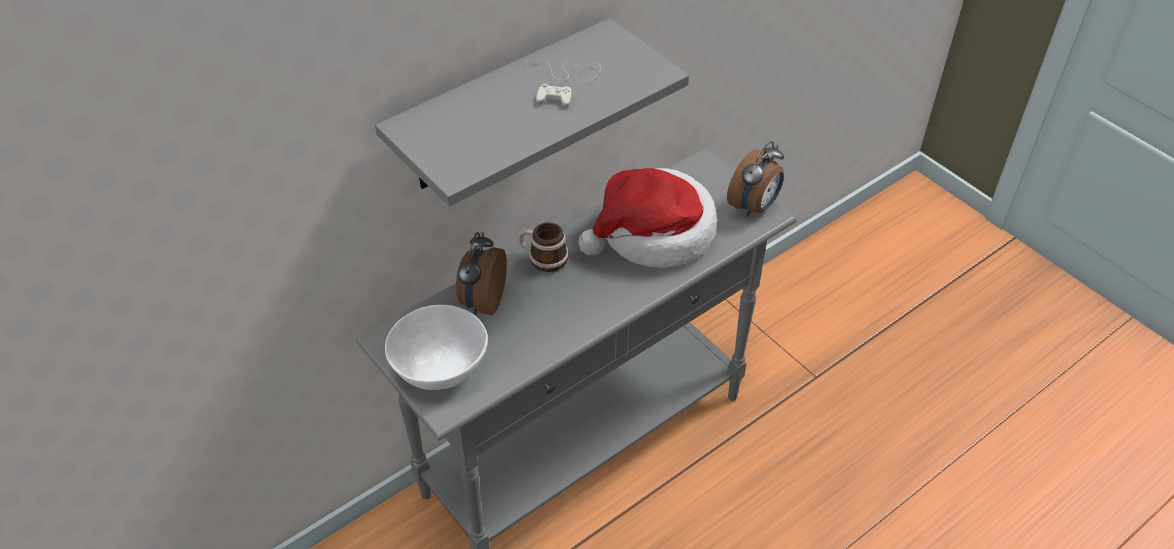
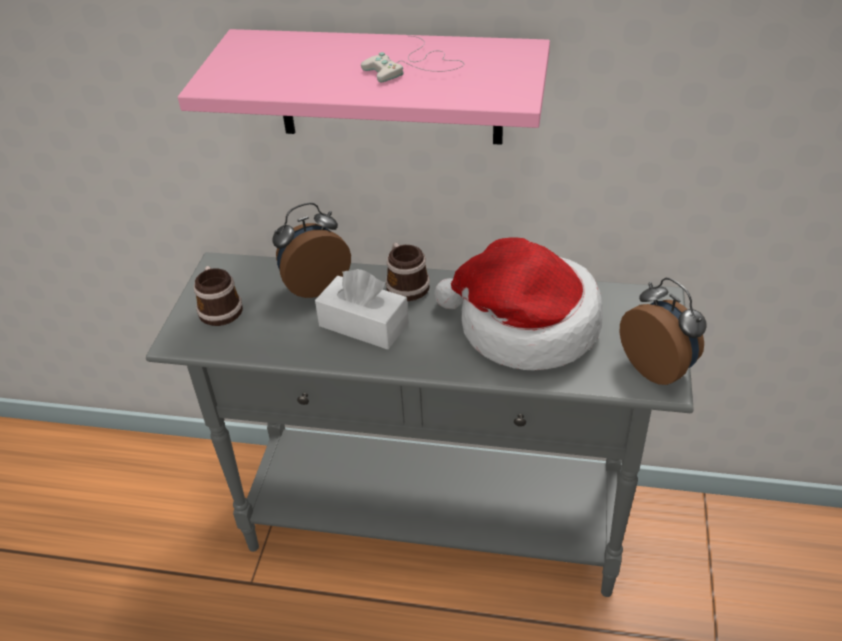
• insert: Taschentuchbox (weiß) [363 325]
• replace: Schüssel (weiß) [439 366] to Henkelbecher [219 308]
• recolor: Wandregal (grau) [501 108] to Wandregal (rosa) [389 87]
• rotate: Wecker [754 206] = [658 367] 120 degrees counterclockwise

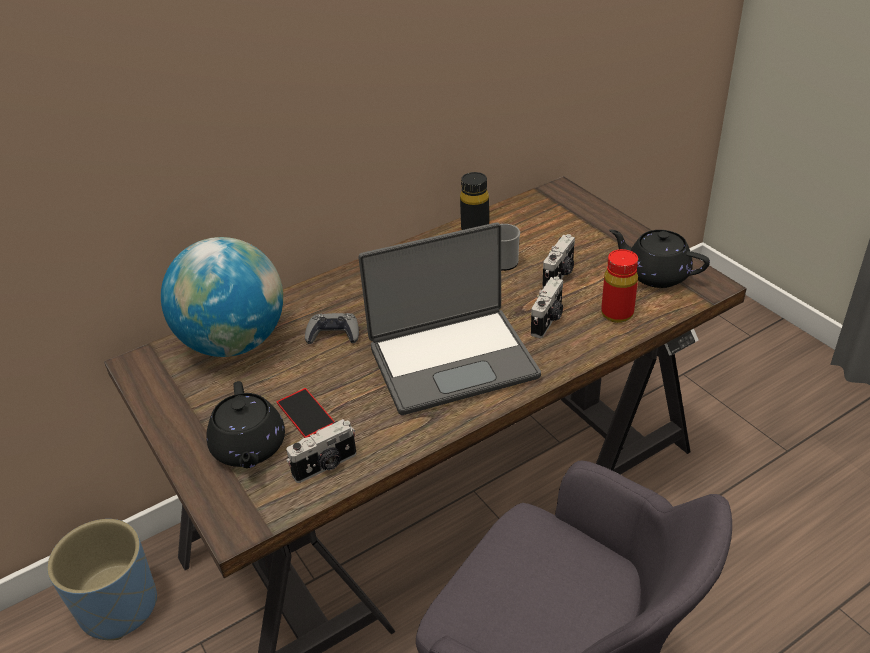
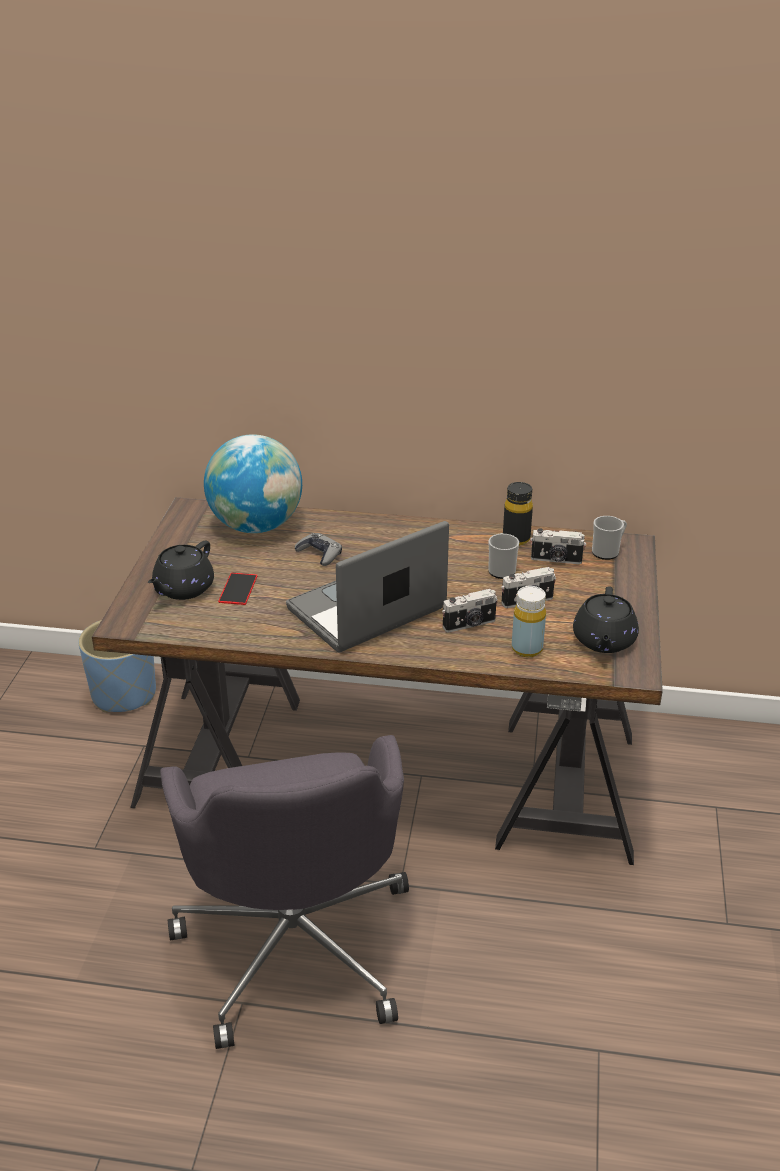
• insert: Henkelbecher [608 551]
• move: Kamera [326 466] to [556 560]
• recolor: Flasche (rot) [617 314] to Flasche (gelb) [527 649]
• rotate: Laptop [452 360] = [367 611] 120 degrees clockwise
• rotate: Teekanne (schwarz) [655 274] = [603 641] 150 degrees counterclockwise

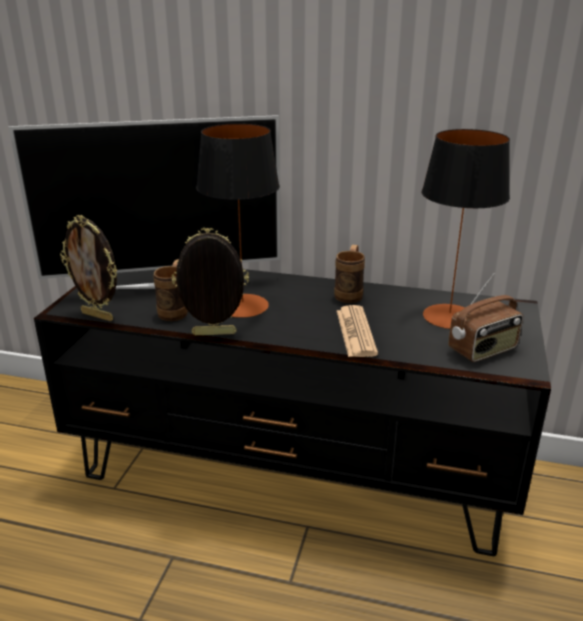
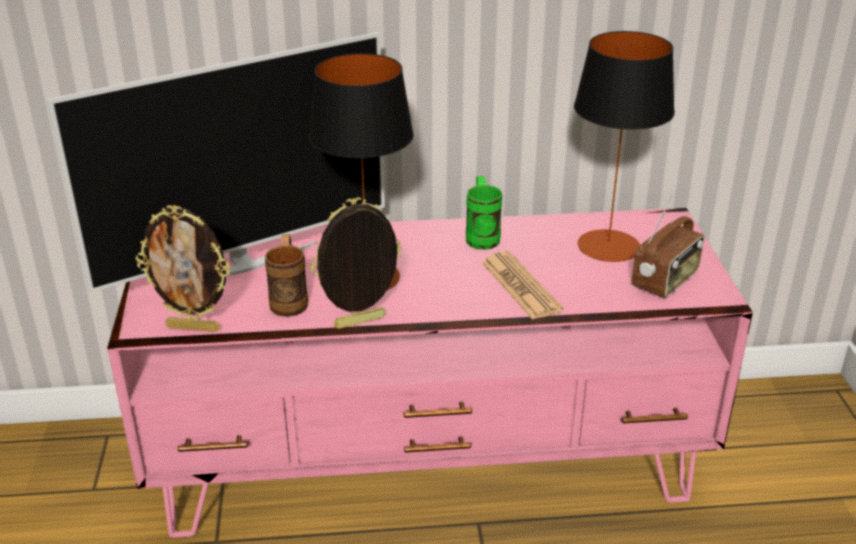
• recolor: Fernsehschrank (schwarz) [292 473] to Fernsehschrank (rosa) [429 465]
• recolor: Henkelbecher (braun) [350 293] to Henkelbecher (grün) [482 236]

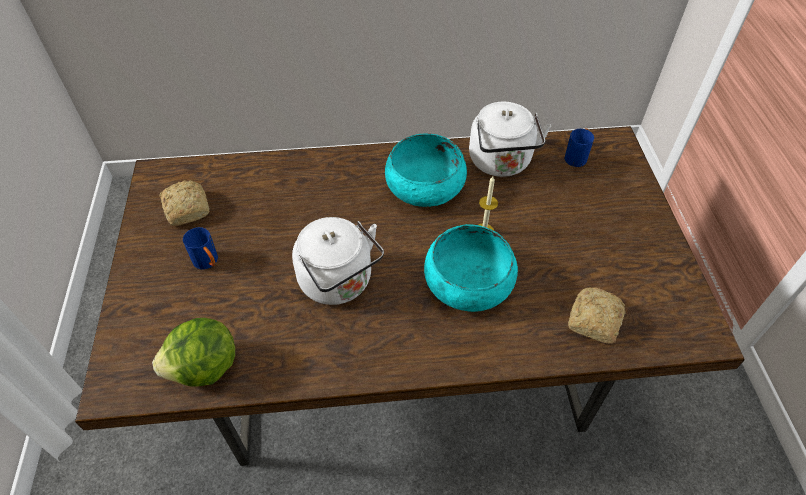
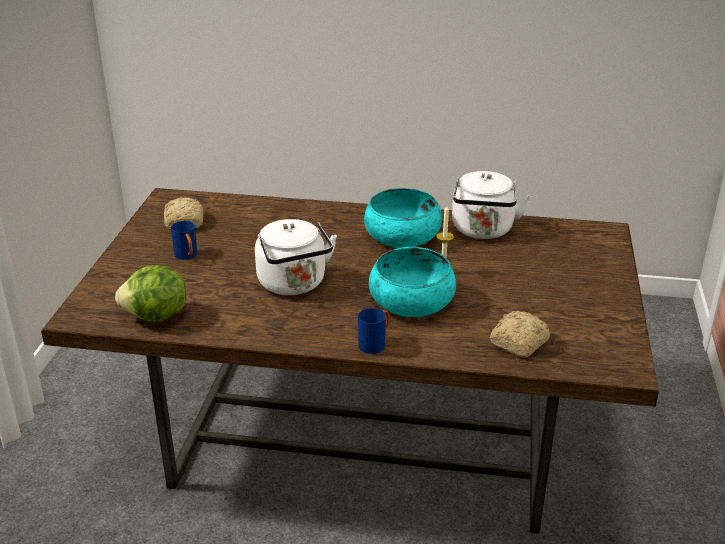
• move: Henkelbecher (blau) [576 156] to [375 343]

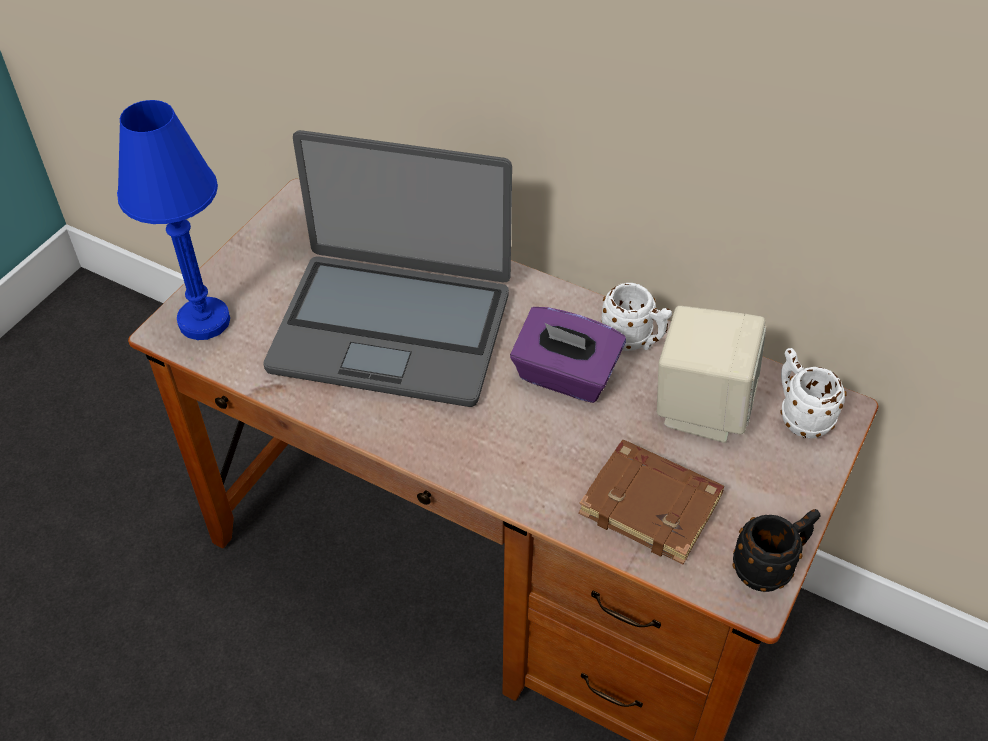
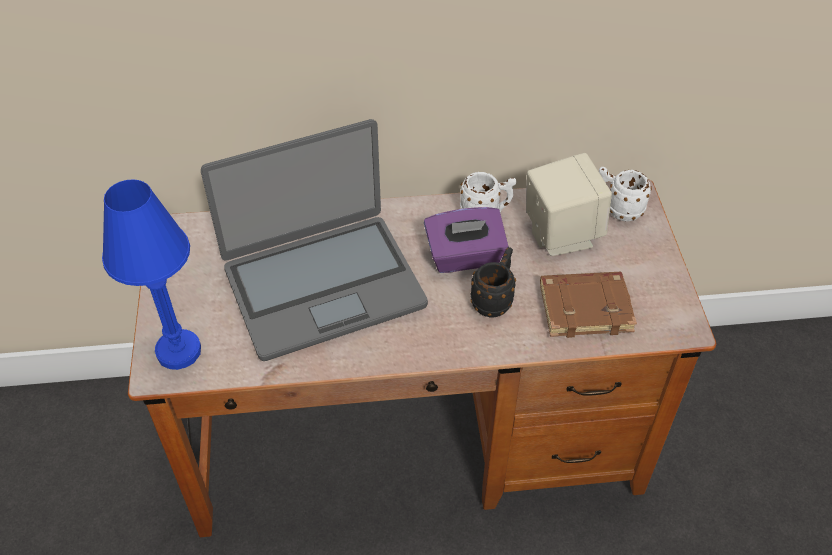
• move: Henkelbecher (schwarz) [769 567] to [494 300]

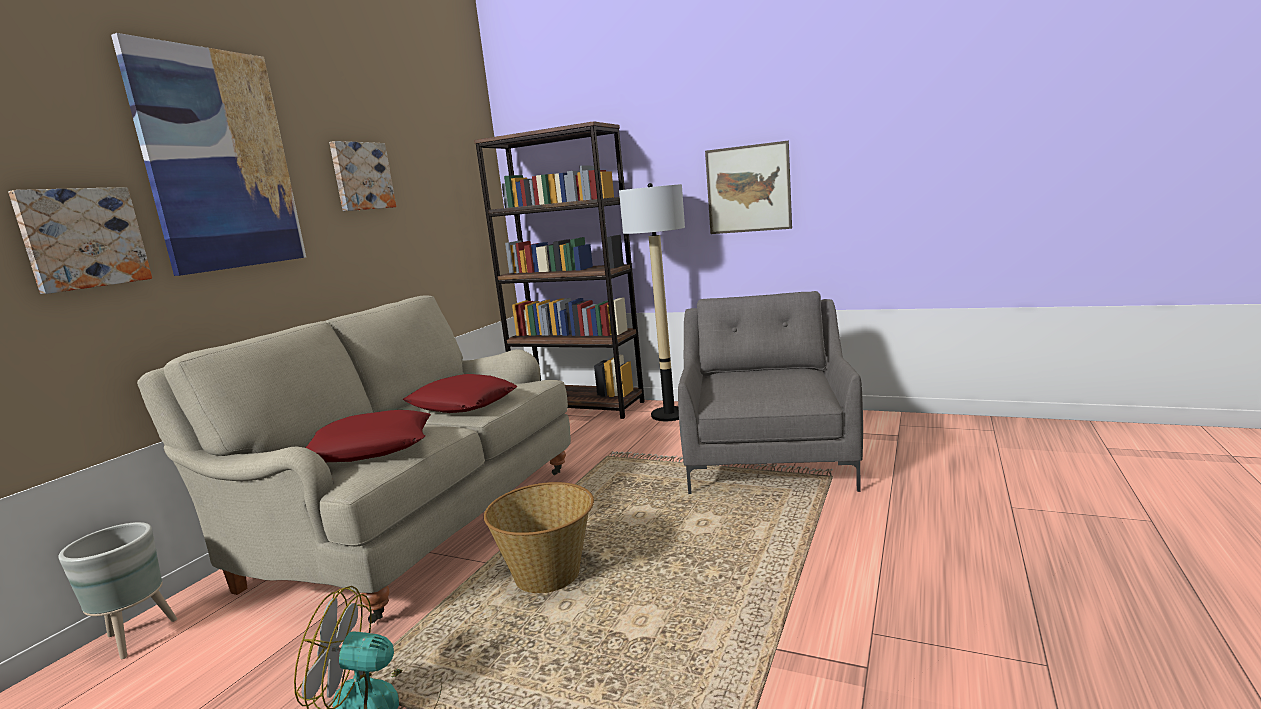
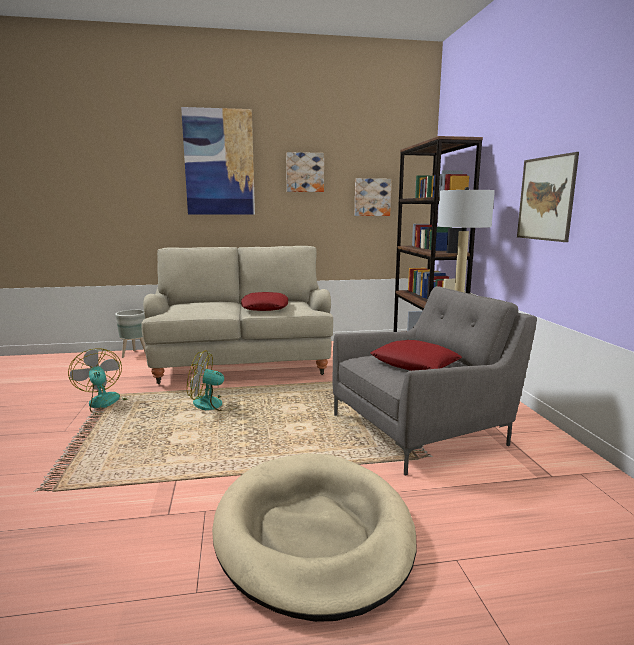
• insert: Hundebett (beige) [313 534]
• move: Bild [82 238] to [372 197]
• move: Kissen (rot) [371 447] to [415 363]
• replace: Korb [548 575] to Ventilator [215 405]

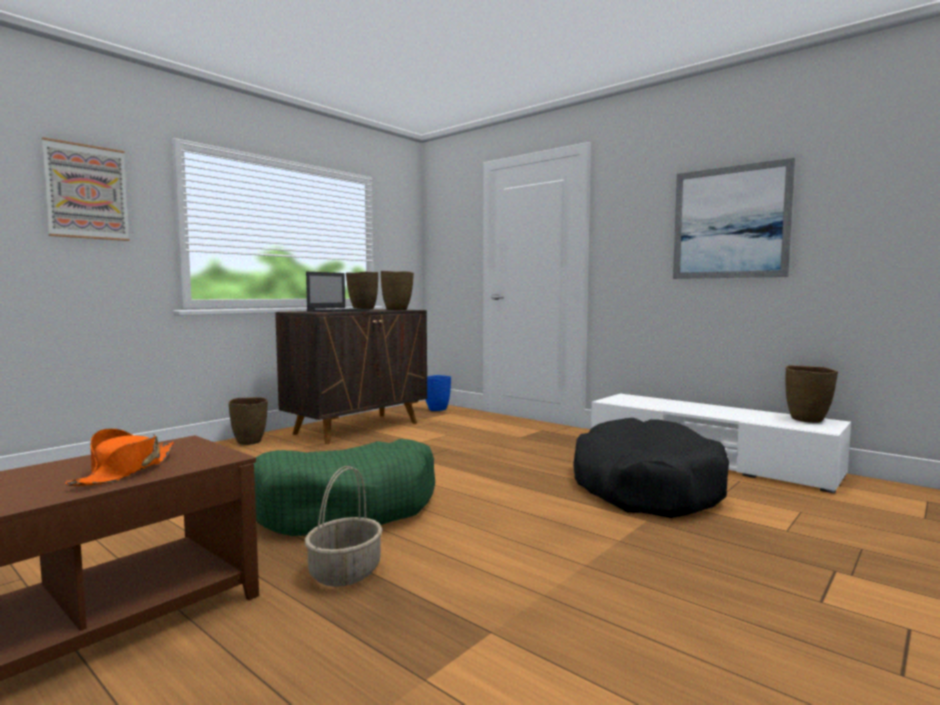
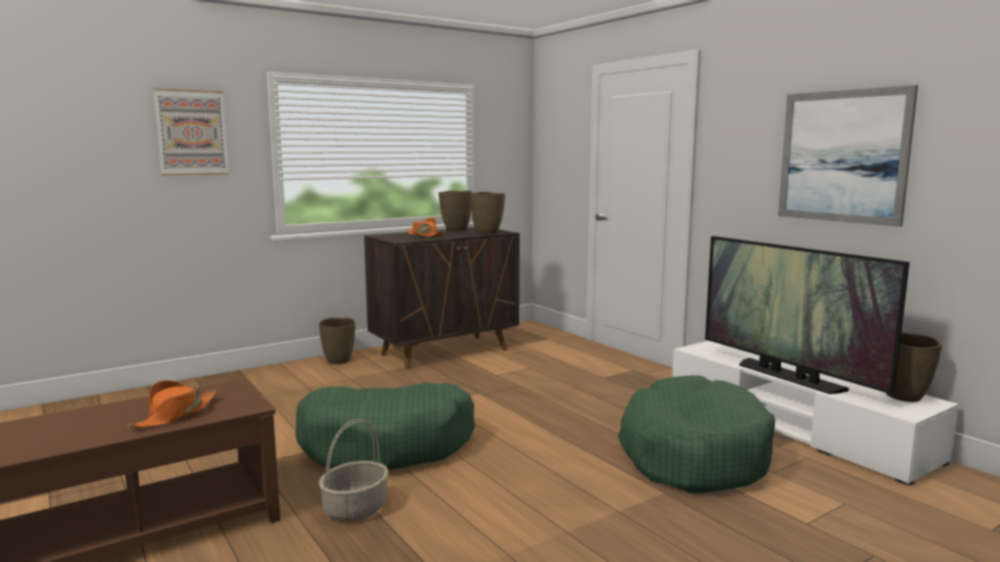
• delete: Vase (blau) [437 409]
• insert: Fernseher [788 377]
• replace: Laptop [338 311] to Hut (orange) [424 235]
• recolor: Hundebett (schwarz) [645 487] to Hundebett (grün) [692 454]

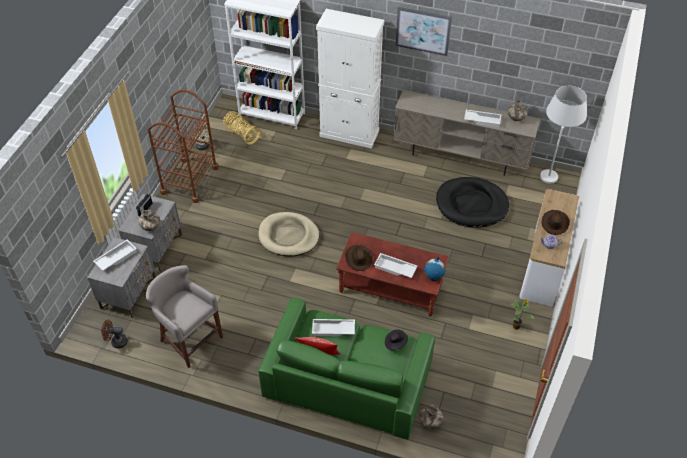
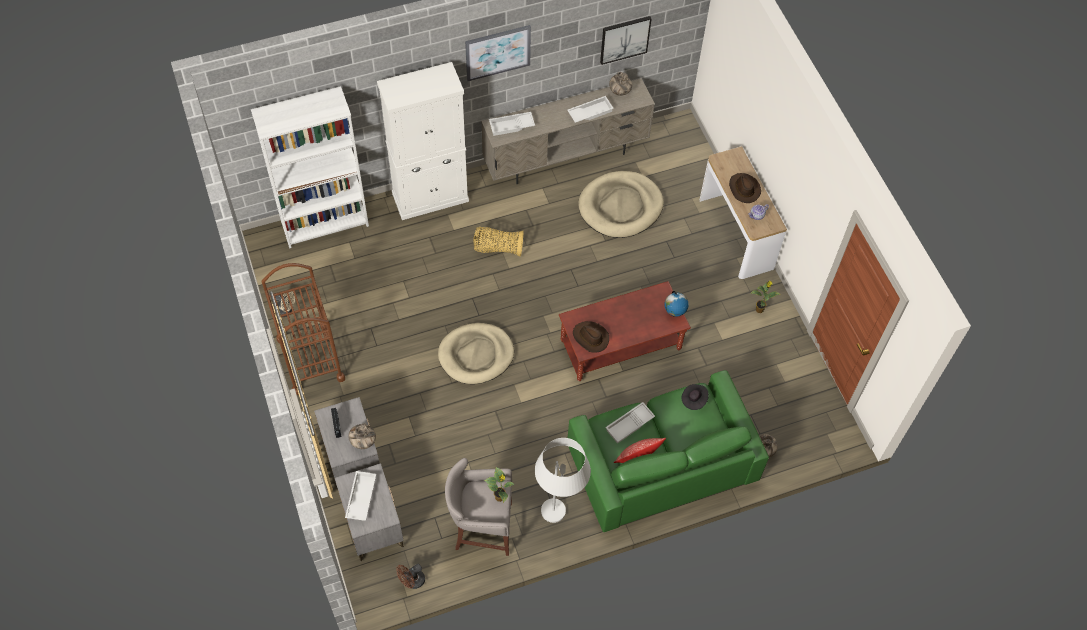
• insert: Topfpflanze [500 497]
• insert: Bild [624 39]
• move: Korb [241 134] to [497 248]
• move: Tablett (weiß) [394 268] to [511 126]
• move: Stehlampe (weiß) [547 184] to [558 523]
• recolor: Hundebett (schwarz) [471 205] to Hundebett (beige) [620 206]

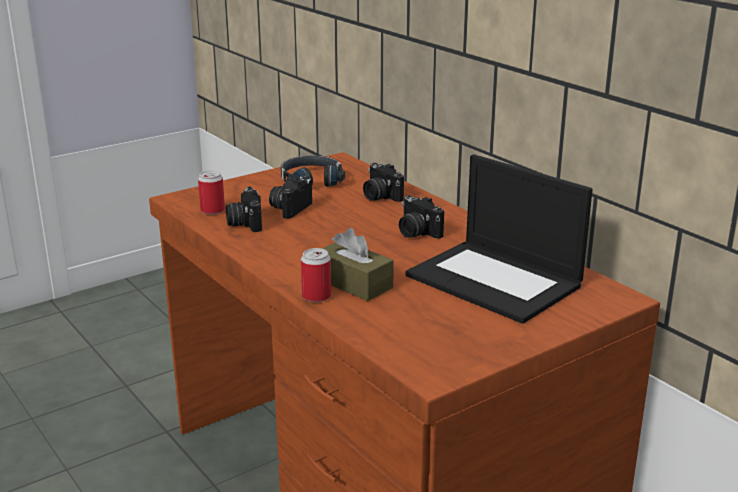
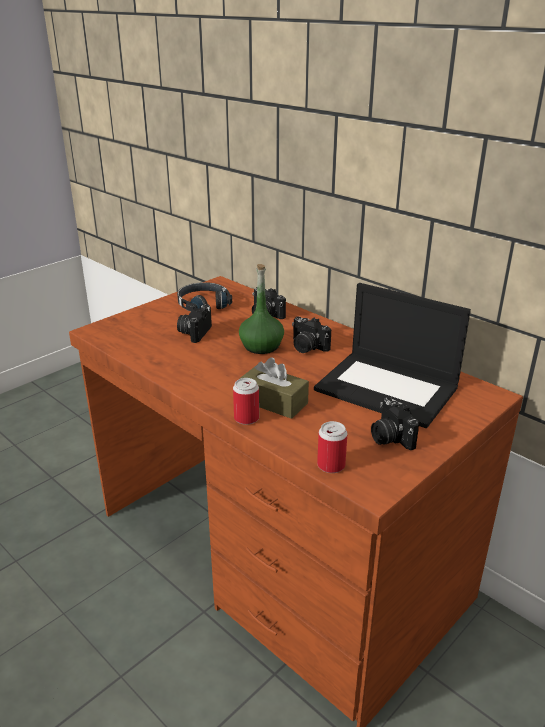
• insert: Flasche (grün) [261 346]
• move: Dose [212 210] to [331 465]
• move: Kamera [244 223] to [389 437]

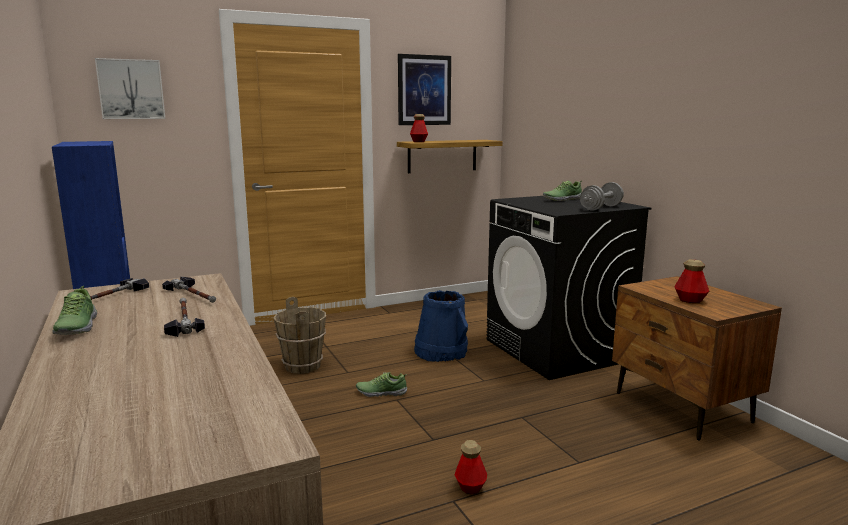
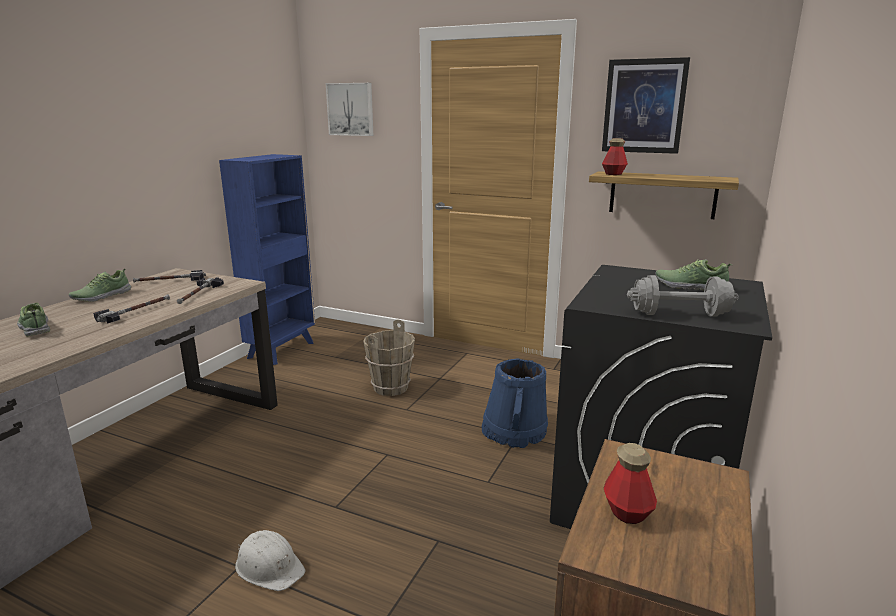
• move: Schuh [381 392] to [36 327]
• replace: Flasche [470 487] to Schutzhelm (weiß) [269 566]

